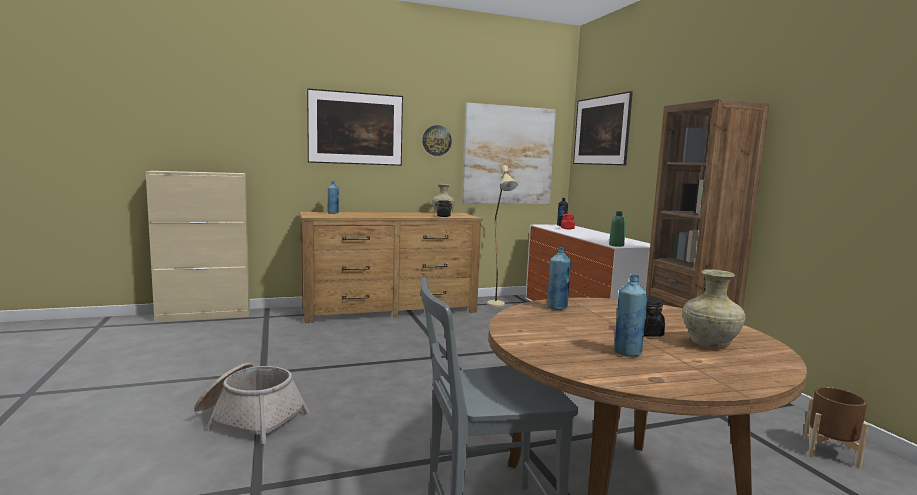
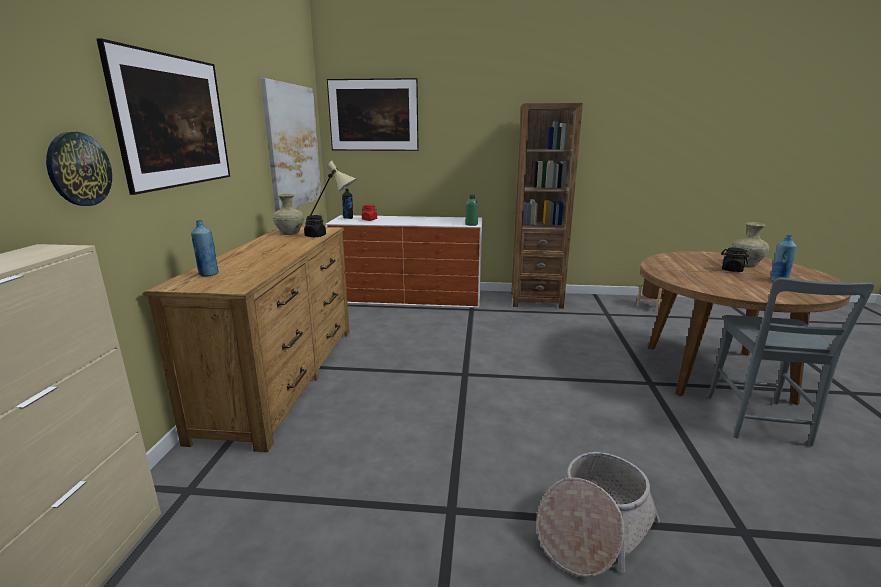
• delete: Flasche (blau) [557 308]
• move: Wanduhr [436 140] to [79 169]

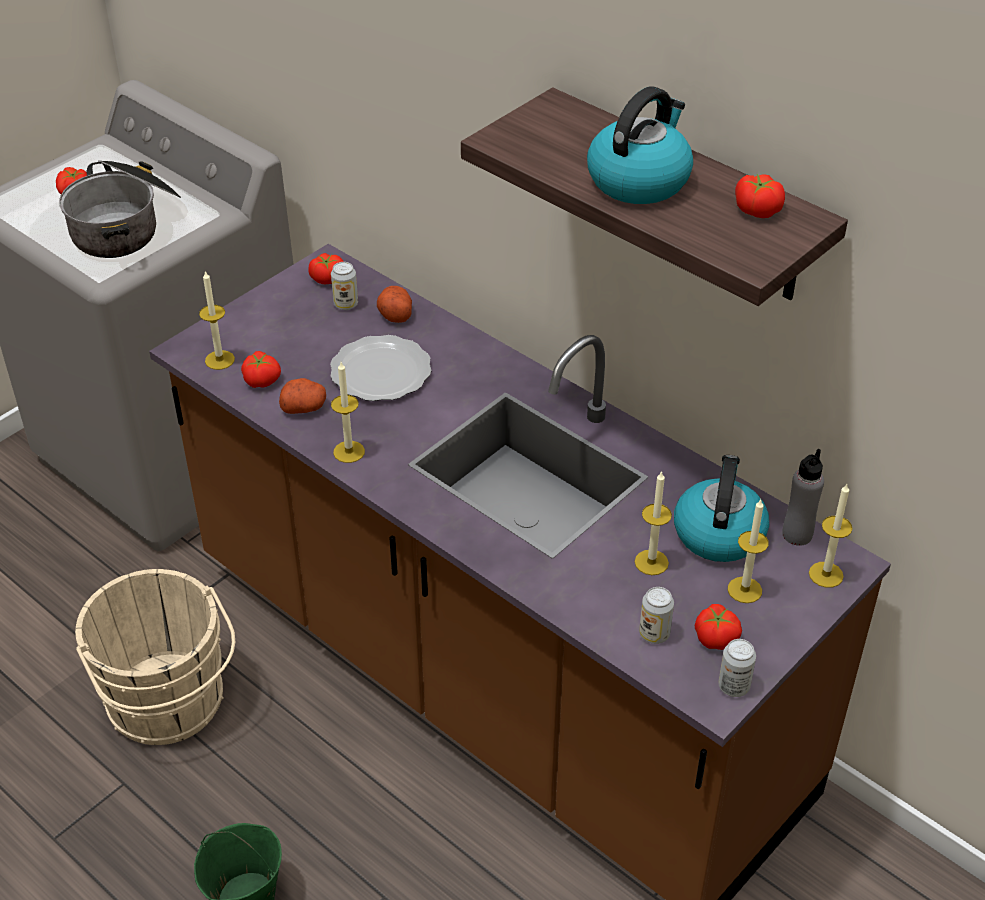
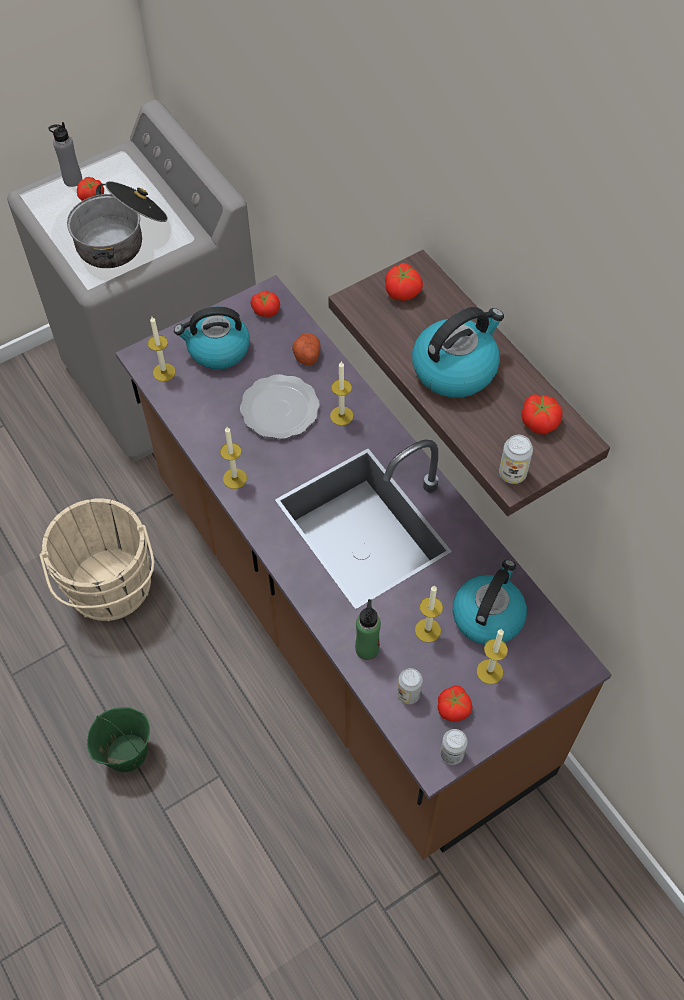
• delete: Kartoffel [304 407]
• insert: Wasserkessel [217 350]
• insert: Flasche (grün) [367 649]
• move: Tomate [262 380] to [403 291]
• move: Dose [346 304] to [512 473]
• move: Flasche (grau) [797 534] to [72 180]
• move: Kerze [826 574] to [341 416]

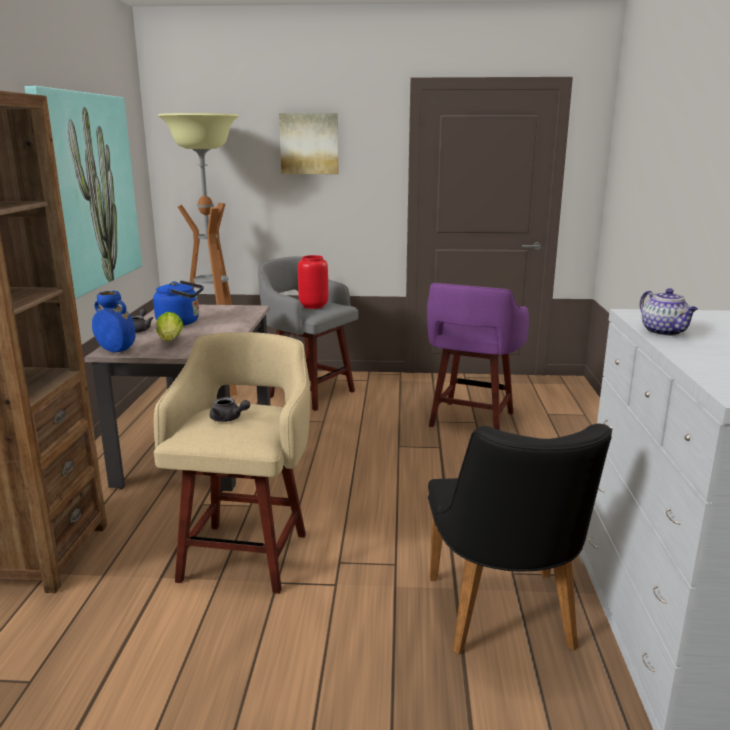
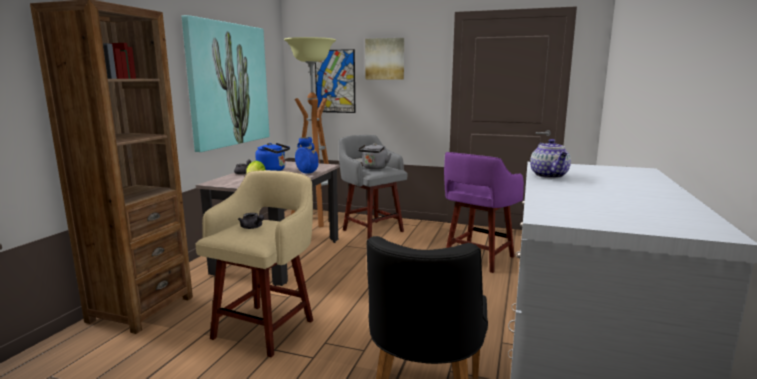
• insert: Bild [335 81]
• move: Vase (blau) [117 351] to [307 173]
• replace: Vase (rot) [313 306] to Wasserkessel (grau) [374 168]

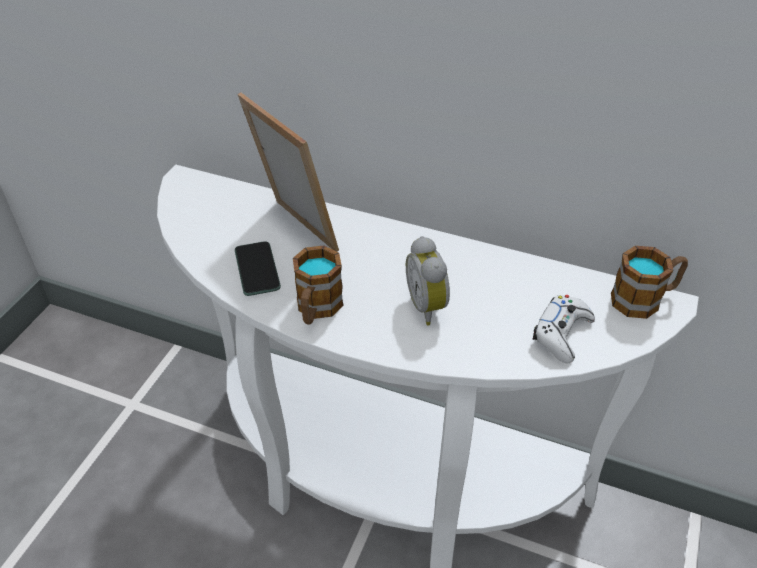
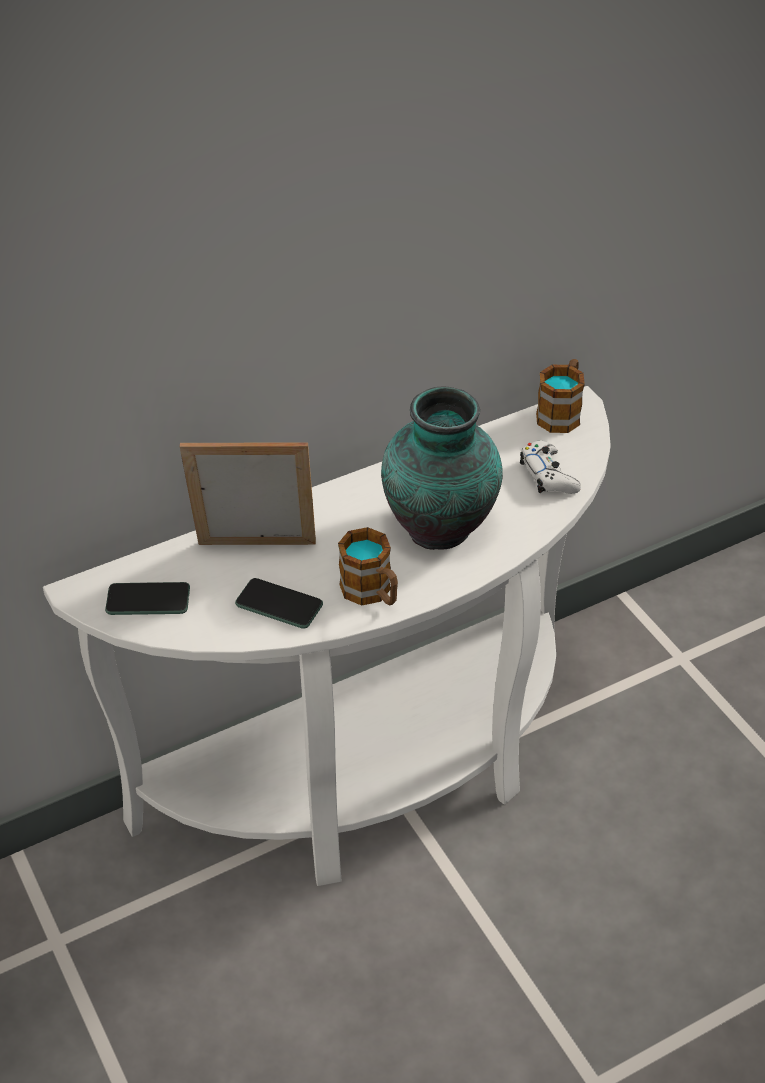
• insert: Handy [148 600]
• replace: Wecker [429 306] to Vase [442 527]

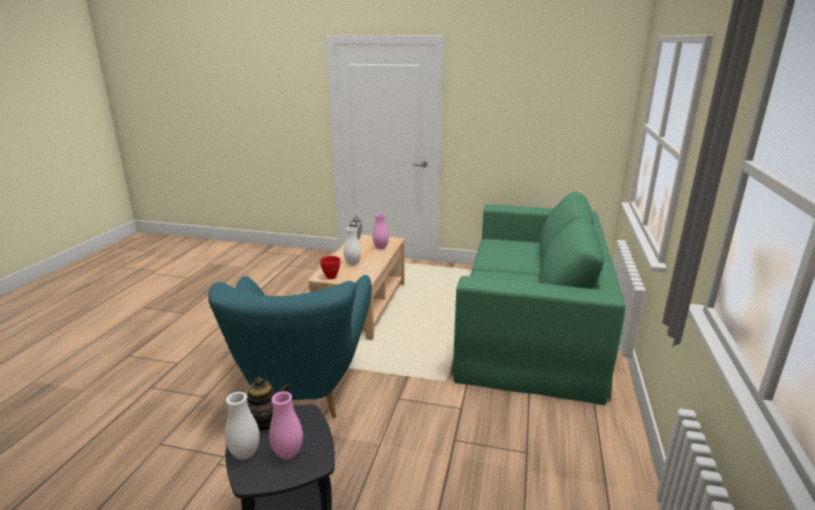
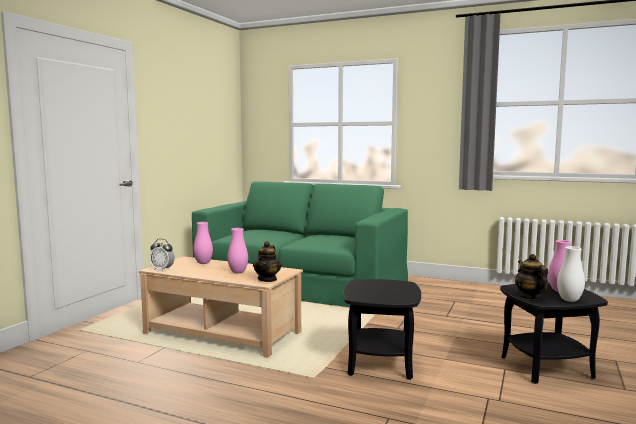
• replace: Sessel (türkis) [303 389] to Beistelltisch (schwarz) [381 363]
• replace: Schüssel (rot) [331 277] to Teekanne [267 279]
• recolor: Vase (weiß) [352 264] to Vase (rosa) [238 272]

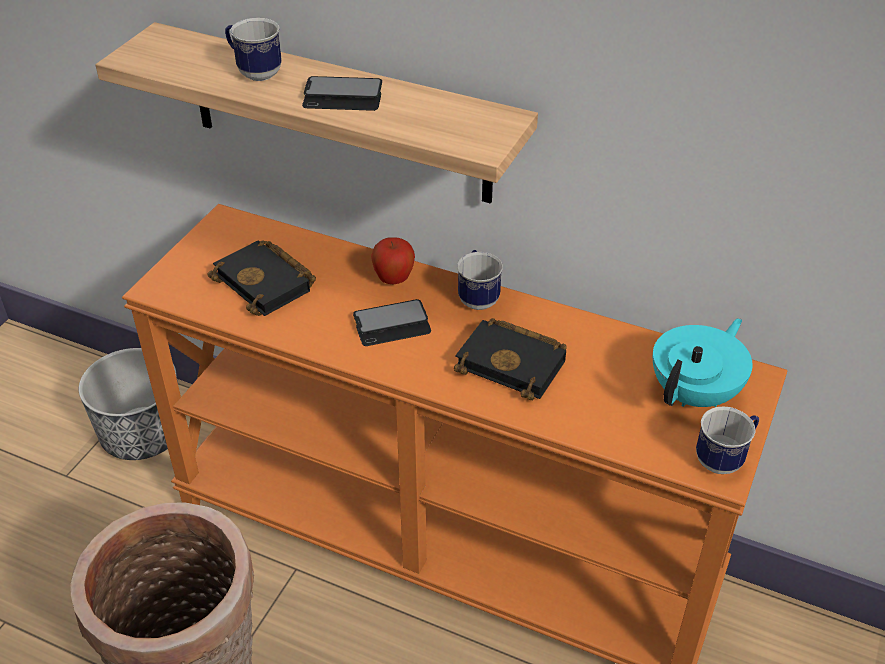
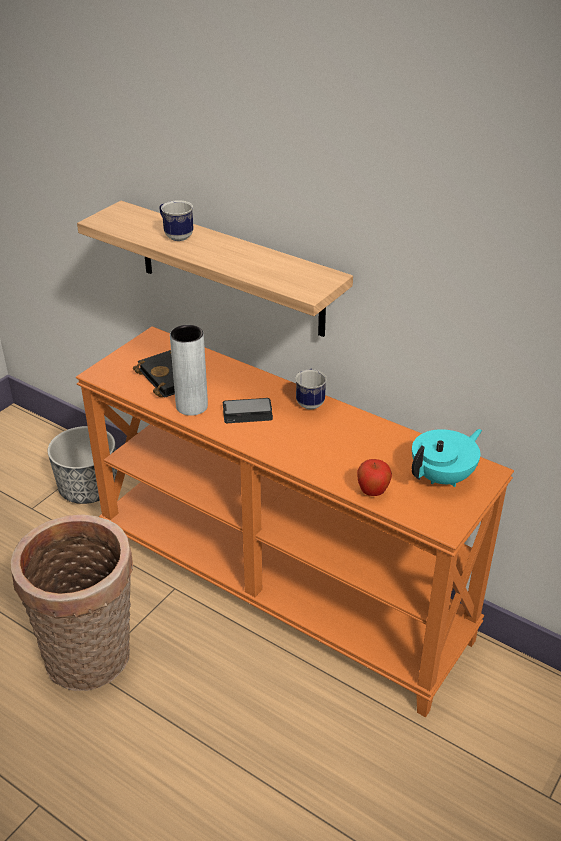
• delete: Handy [342 96]
• delete: Buch (schwarz) [514 363]
• delete: Henkelbecher [724 459]
• insert: Vase (grau) [192 406]
• move: Apfel [393 280] to [372 492]

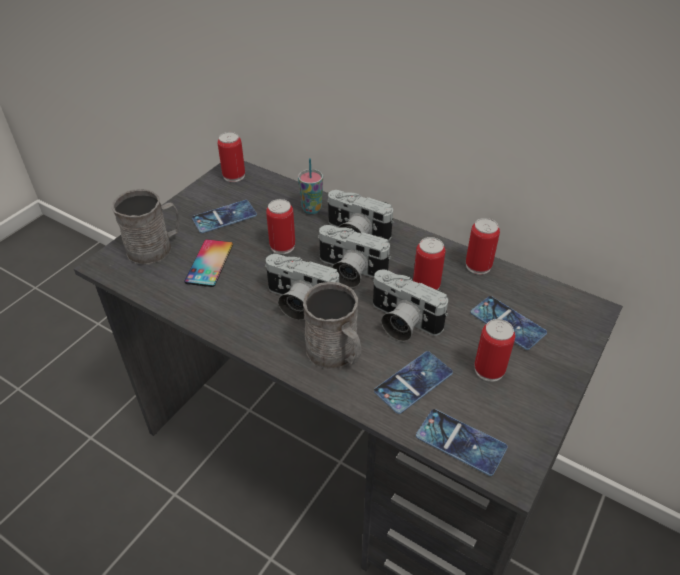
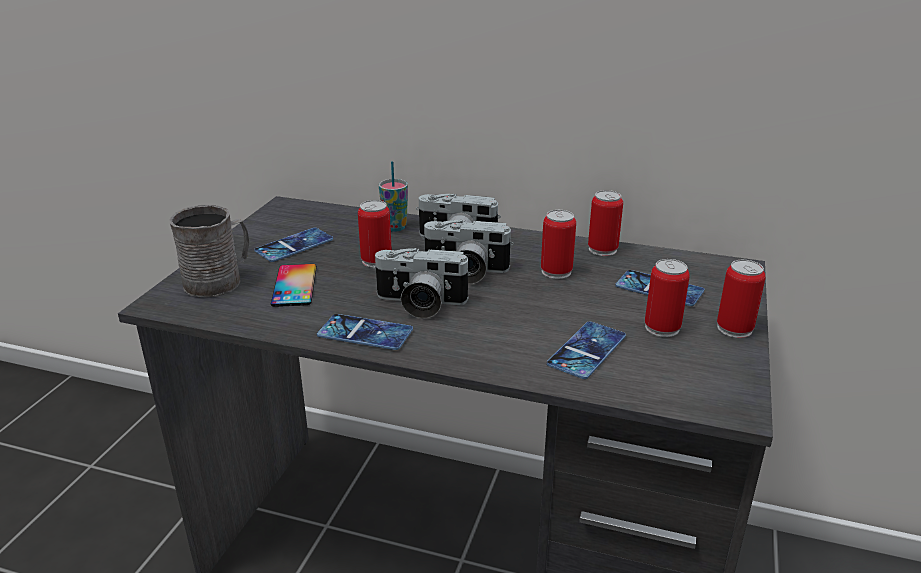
• delete: Henkelbecher (grau) [336 354]
• delete: Kamera [401 322]
• move: Dose [234 176] to [734 329]
• move: Handy [460 442] to [365 333]

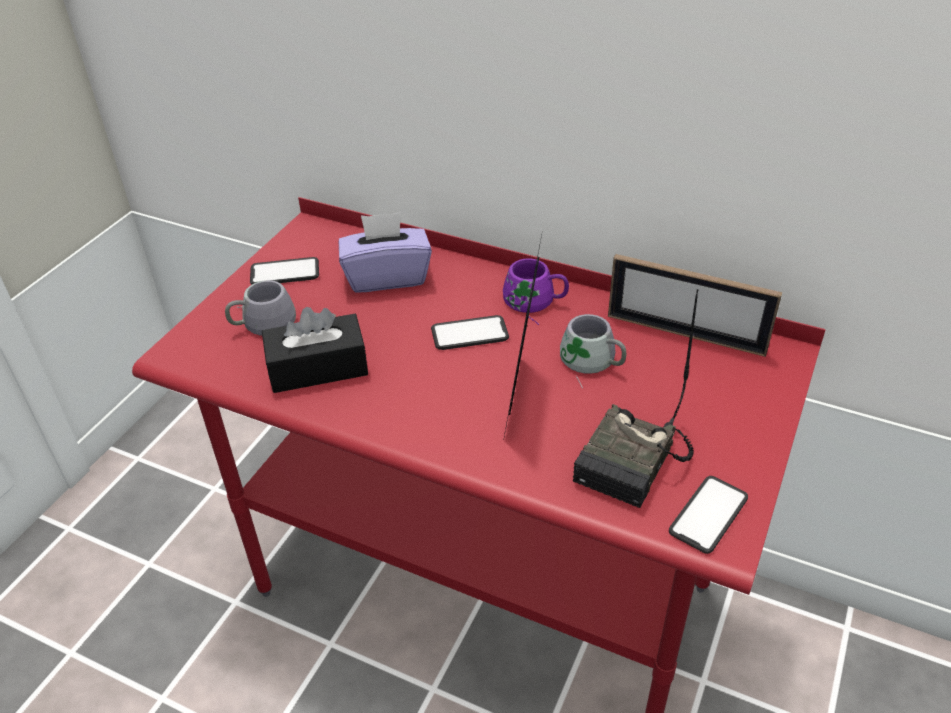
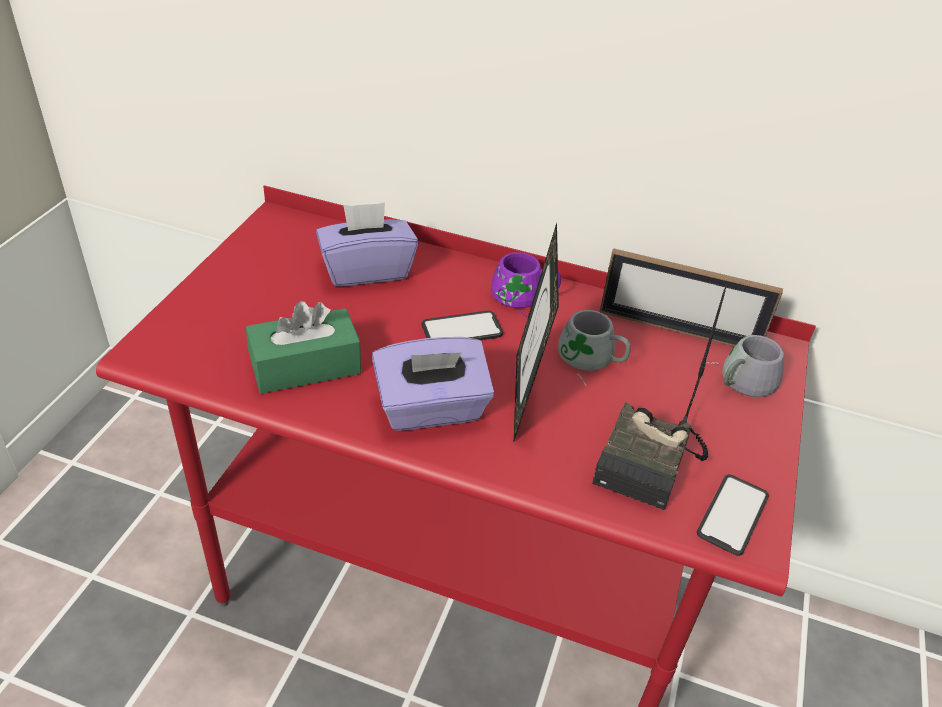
• delete: Handy [285 272]
• insert: Taschentuchbox (lila) [431 409]
• move: Henkelbecher (grau) [261 320] to [739 378]
• recolor: Taschentuchbox (schwarz) [318 368] to Taschentuchbox (grün) [305 366]

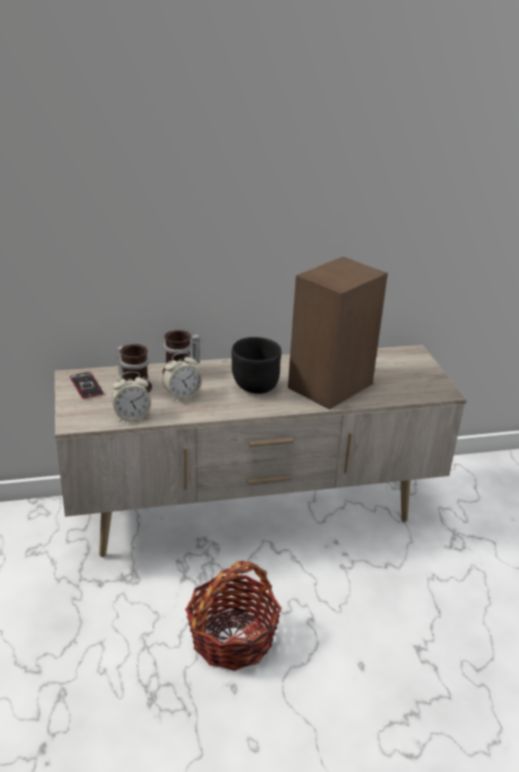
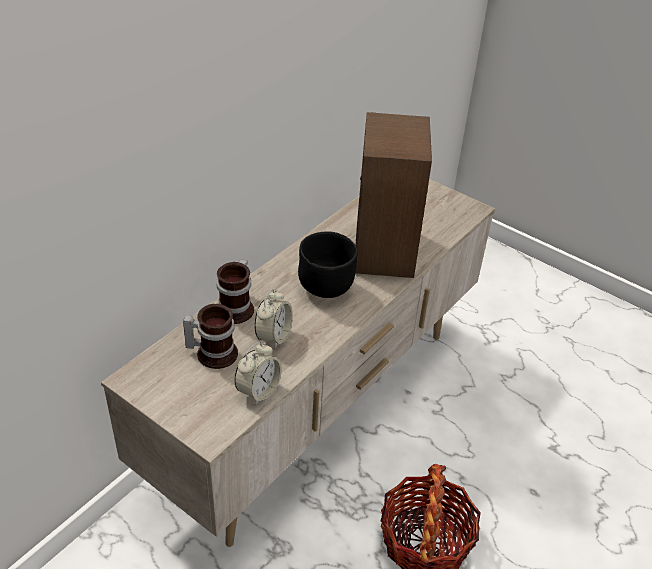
• delete: Handy [86 386]

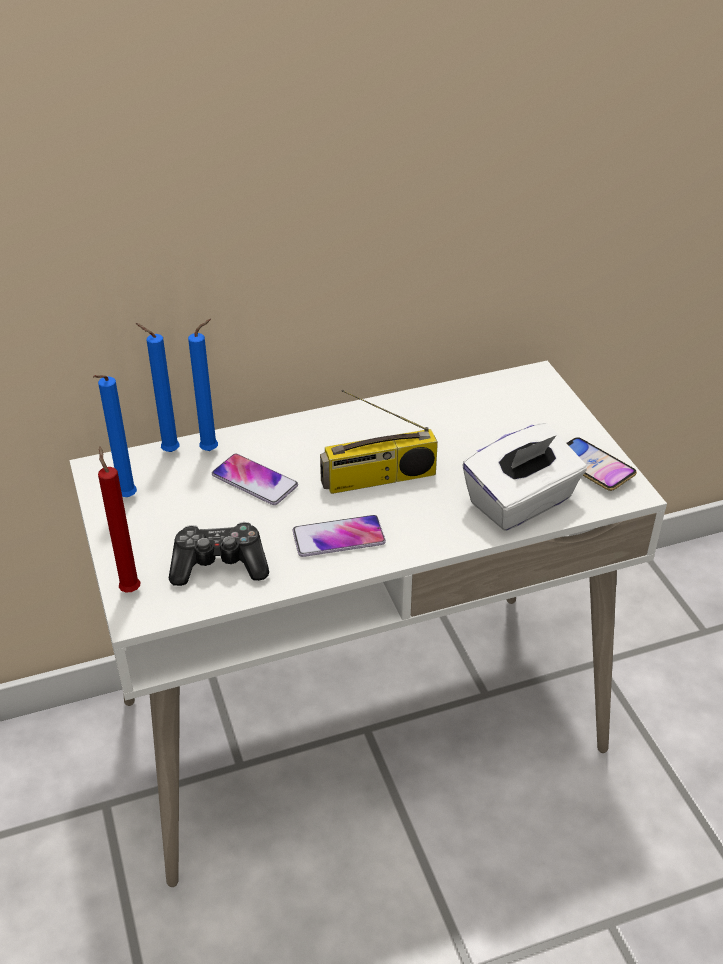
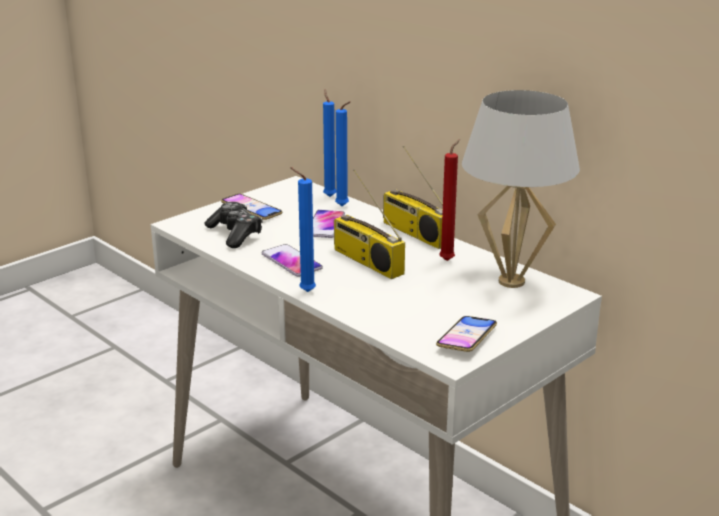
• delete: Taschentuchbox (weiß) [521 502]
• insert: Handy [251 211]
• insert: Radio [413 233]
• insert: Tischlampe (weiß) [512 282]
• move: Kerze (blau) [125 499] to [305 291]
• move: Kerze (rot) [130 588] to [448 260]

